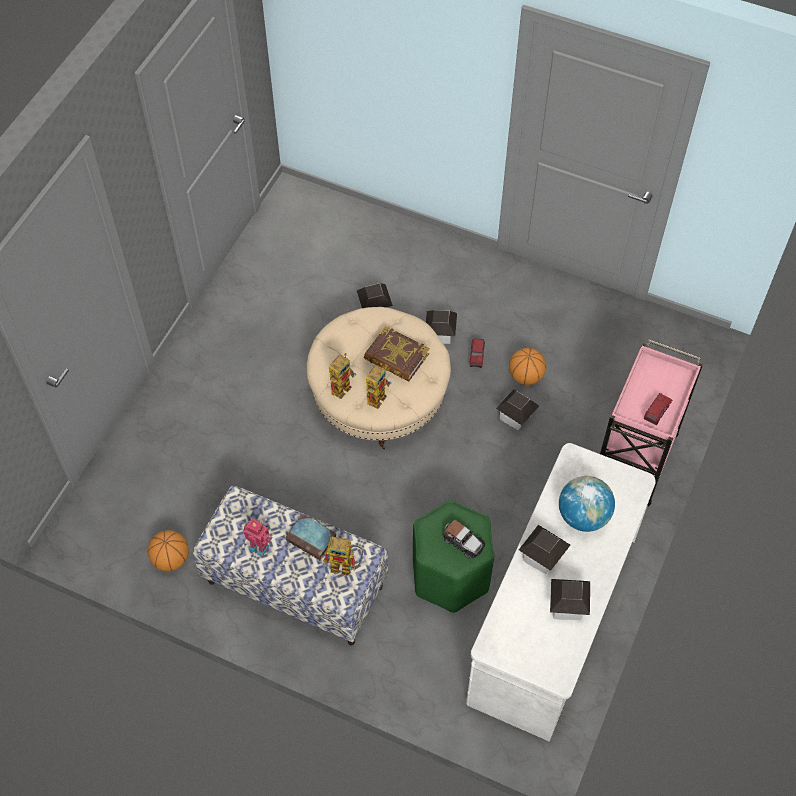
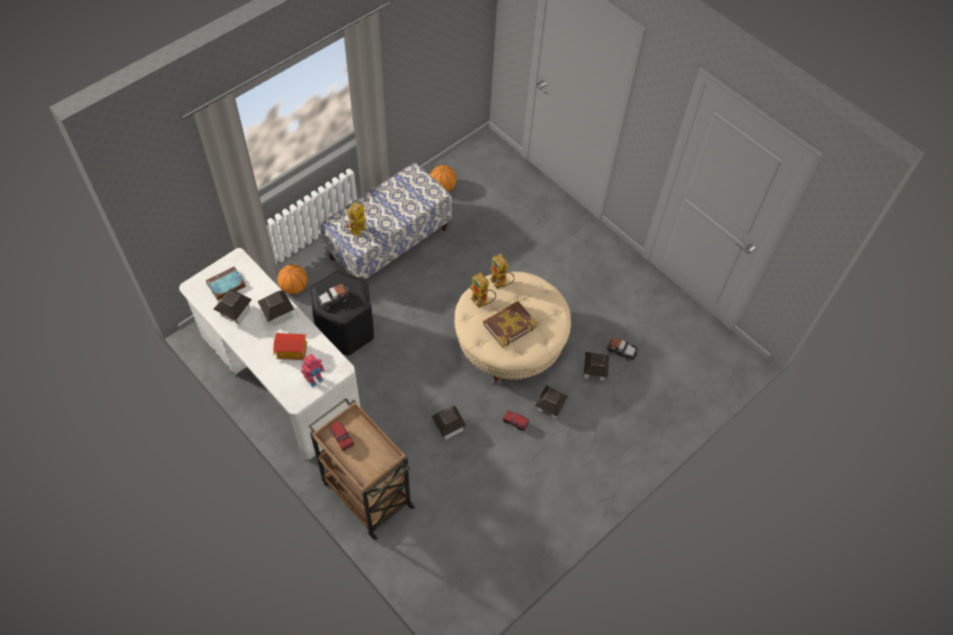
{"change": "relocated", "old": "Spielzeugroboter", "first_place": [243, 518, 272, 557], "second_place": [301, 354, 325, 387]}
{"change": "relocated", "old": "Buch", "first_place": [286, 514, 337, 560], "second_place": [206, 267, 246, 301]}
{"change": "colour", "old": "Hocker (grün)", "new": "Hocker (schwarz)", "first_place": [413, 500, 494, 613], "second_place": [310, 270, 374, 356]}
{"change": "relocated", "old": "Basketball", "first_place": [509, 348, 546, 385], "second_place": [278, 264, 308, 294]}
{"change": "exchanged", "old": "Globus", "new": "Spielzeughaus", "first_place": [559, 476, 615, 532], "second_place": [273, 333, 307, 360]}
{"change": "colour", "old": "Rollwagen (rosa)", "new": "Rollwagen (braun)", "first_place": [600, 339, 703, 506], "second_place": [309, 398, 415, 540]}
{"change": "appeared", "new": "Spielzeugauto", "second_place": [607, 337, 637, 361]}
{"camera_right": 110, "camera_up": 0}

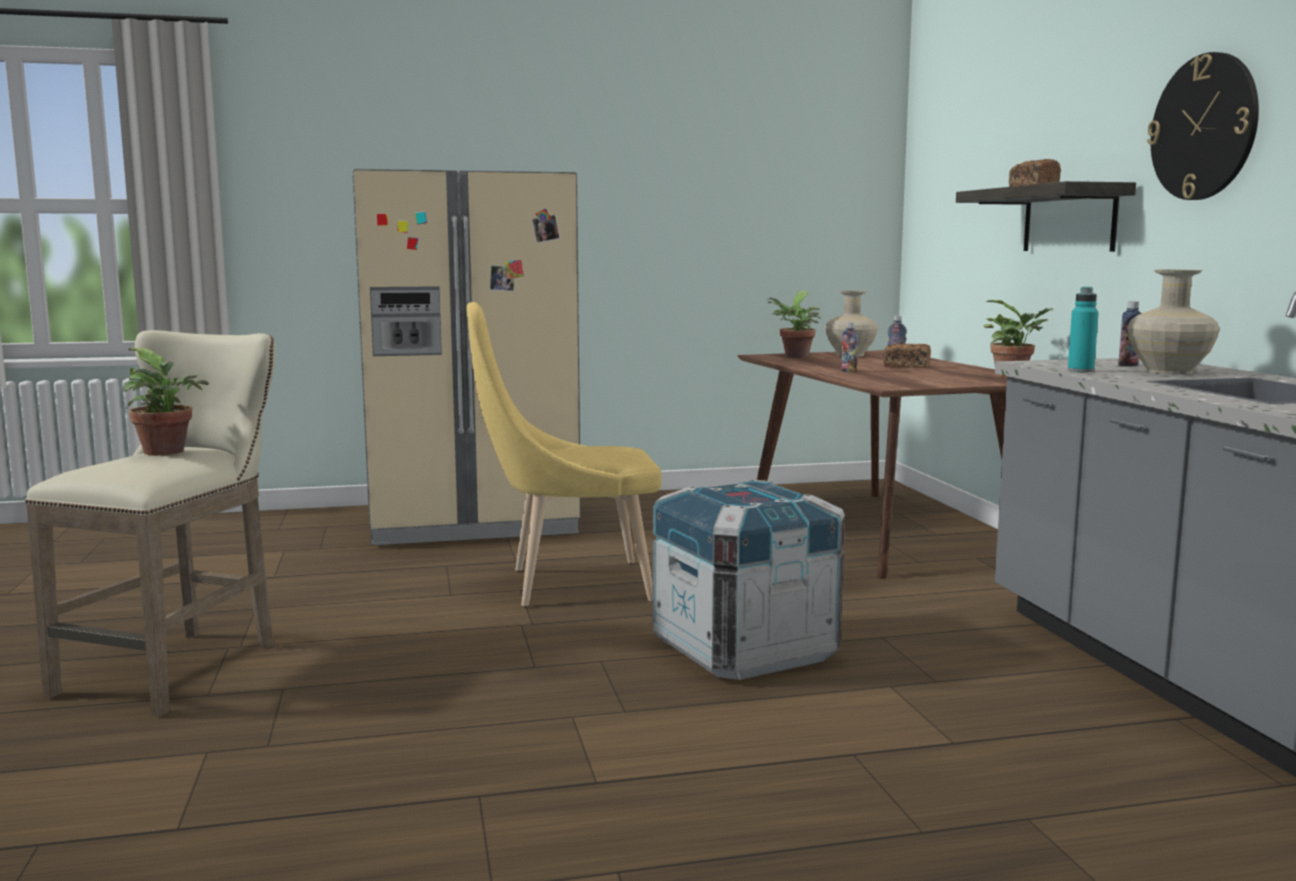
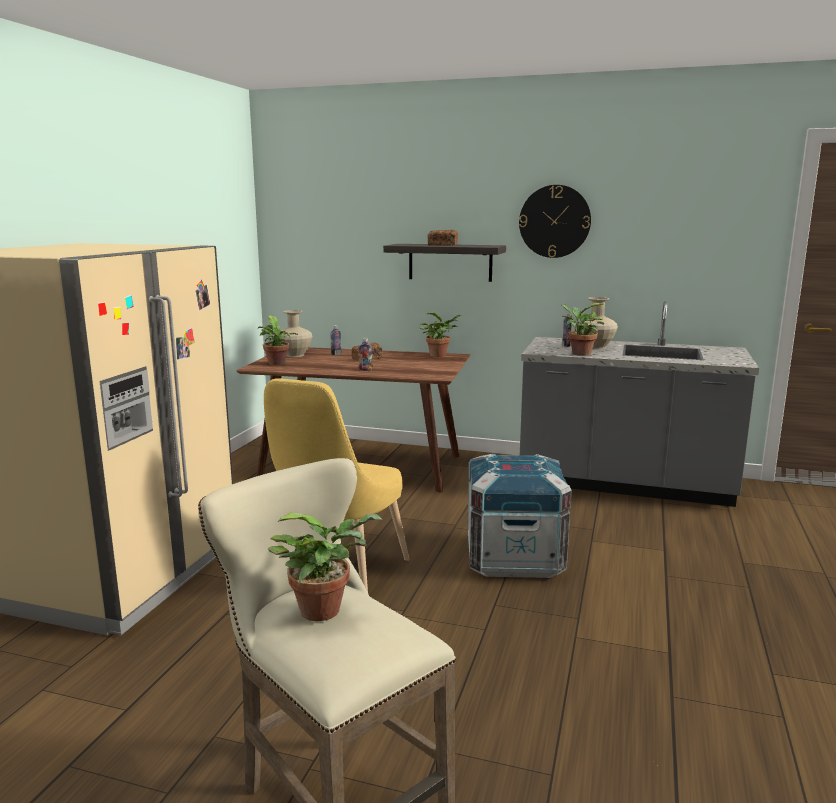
{"change": "exchanged", "old": "Flasche (türkis)", "new": "Topfpflanze", "first_place": [1068, 287, 1099, 372], "second_place": [561, 303, 604, 356]}
{"camera_right": -60, "camera_up": 5}

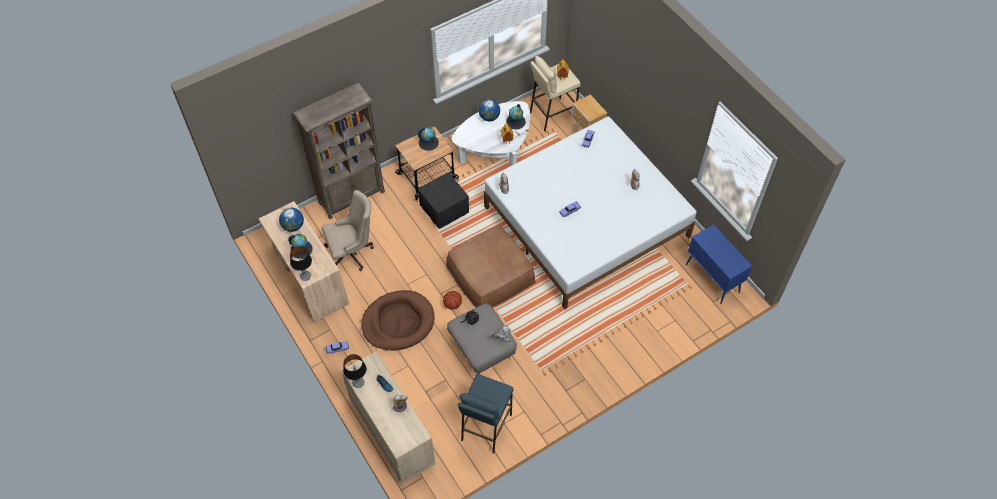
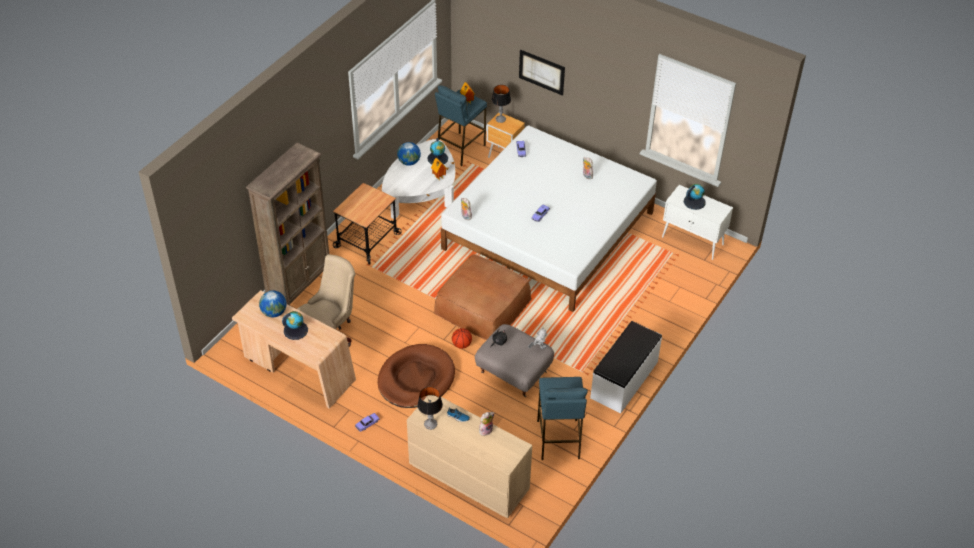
{"change": "relocated", "old": "Tischlampe", "first_place": [290, 246, 312, 281], "second_place": [491, 85, 511, 123]}
{"change": "relocated", "old": "Globus", "first_place": [418, 127, 439, 151], "second_place": [684, 184, 706, 210]}
{"change": "missing", "old": "Polsterhocker (schwarz)", "first_place": [418, 172, 469, 229]}
{"change": "colour", "old": "Hocker (beige)", "new": "Hocker (blau)", "first_place": [530, 56, 580, 132], "second_place": [435, 85, 487, 166]}
{"change": "colour", "old": "Schrank (blau)", "new": "Schrank (weiß)", "first_place": [686, 224, 752, 304], "second_place": [662, 185, 733, 260]}
{"change": "appeared", "new": "Bild", "second_place": [519, 49, 565, 96]}
{"change": "appeared", "new": "Bank (weiß)", "second_place": [590, 321, 662, 414]}
{"camera_right": -25, "camera_up": -10}

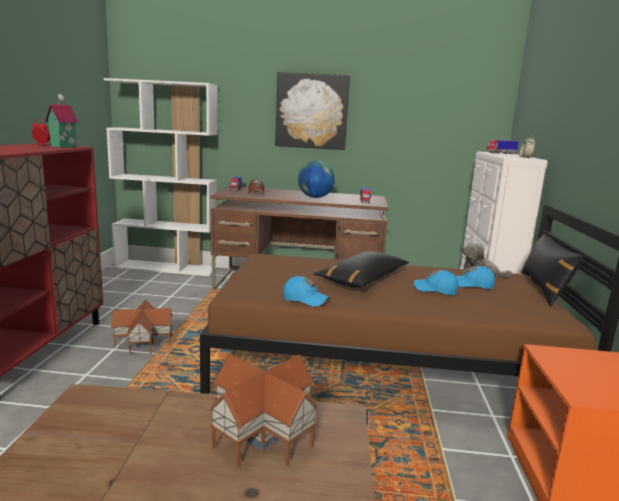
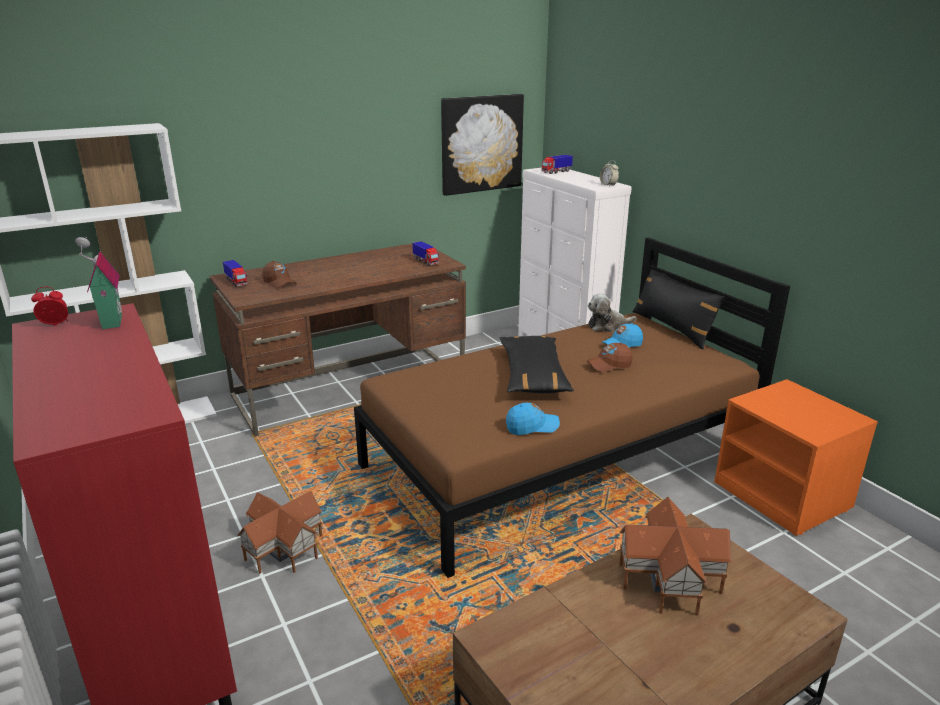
{"change": "relocated", "old": "Bild", "first_place": [275, 72, 350, 150], "second_place": [441, 94, 524, 196]}
{"change": "missing", "old": "Globus", "first_place": [298, 160, 335, 198]}
{"change": "colour", "old": "Kappe (blau)", "new": "Kappe (braun)", "first_place": [414, 270, 459, 295], "second_place": [587, 343, 632, 372]}
{"camera_right": -35, "camera_up": 10}

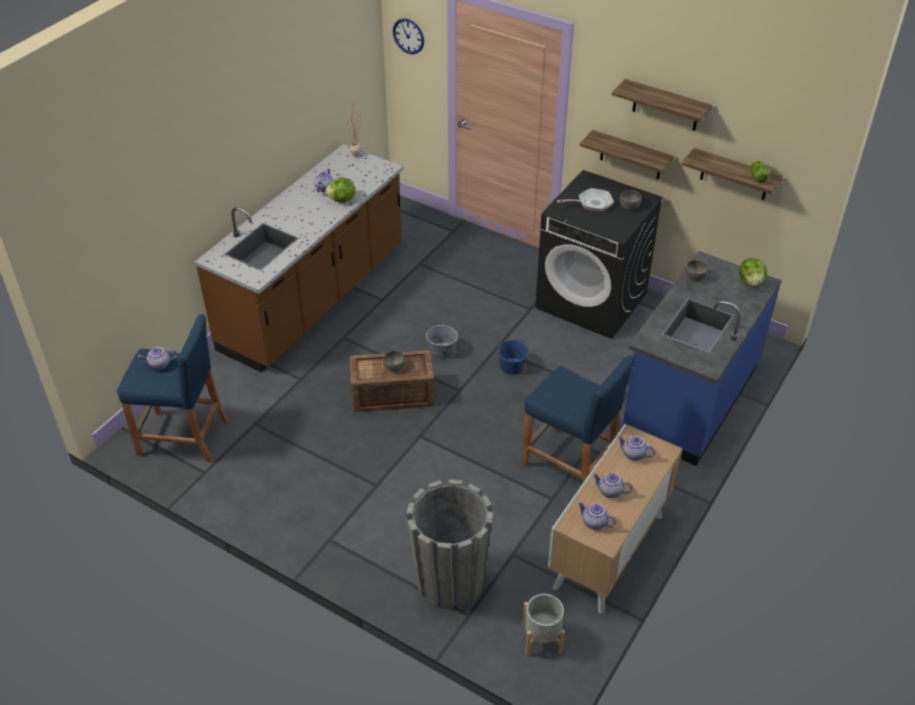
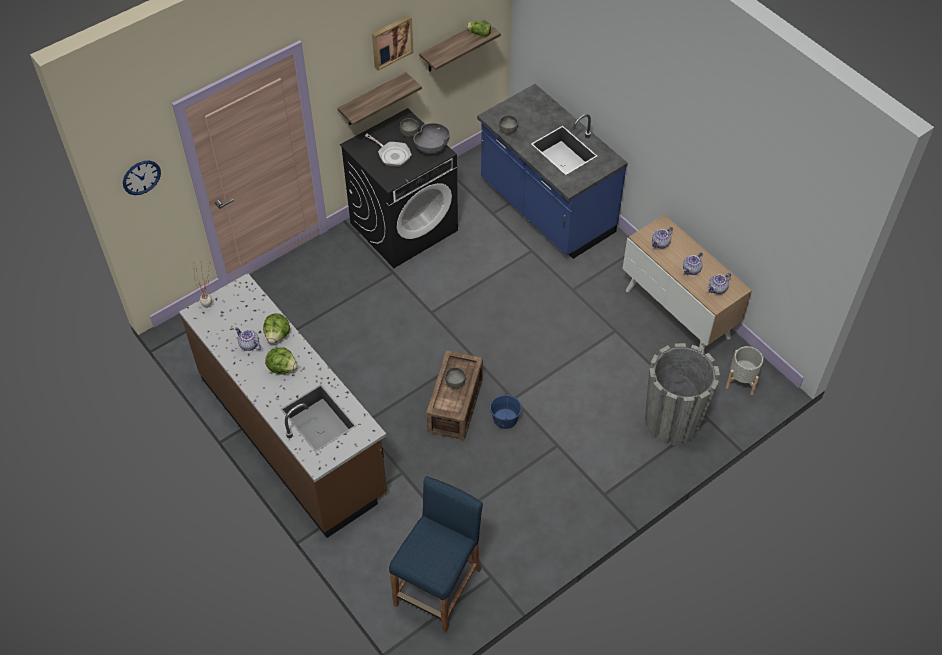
{"change": "missing", "old": "Teekanne", "first_place": [138, 347, 177, 370]}
{"change": "missing", "old": "Eimer (grau)", "first_place": [426, 322, 458, 359]}
{"change": "relocated", "old": "Eimer (blau)", "first_place": [498, 339, 528, 375], "second_place": [490, 394, 522, 429]}
{"change": "missing", "old": "Hocker (blau)", "first_place": [522, 355, 634, 484]}
{"change": "spun", "old": "Pfanne", "first_place": [557, 188, 614, 212], "second_place": [365, 134, 412, 167], "degrees": 120}
{"change": "exchanged", "old": "Wandregal", "new": "Bild", "first_place": [612, 79, 712, 131], "second_place": [372, 15, 414, 71]}
{"change": "relocated", "old": "Salatkopf", "first_place": [739, 258, 767, 286], "second_place": [265, 347, 297, 375]}
{"change": "appeared", "new": "Schüssel (grau)", "second_place": [413, 123, 450, 154]}
{"camera_right": -70, "camera_up": 10}

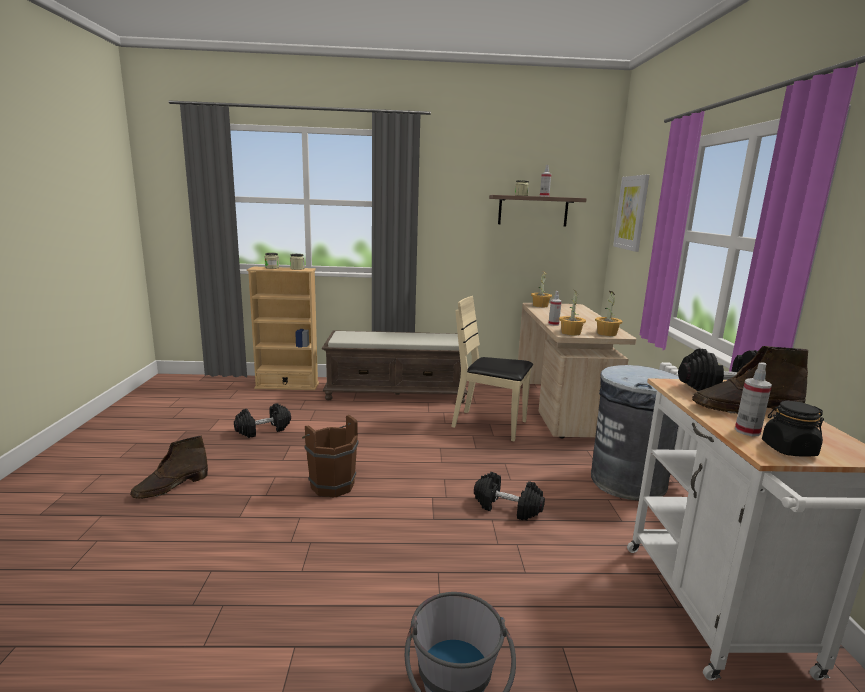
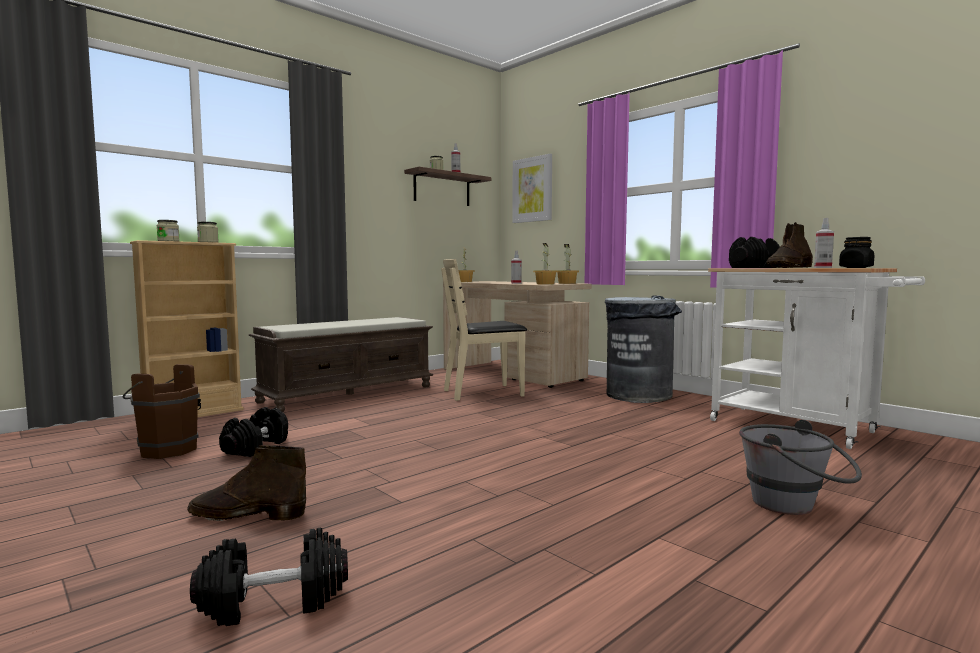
{"change": "spun", "old": "Stiefel (braun)", "first_place": [130, 436, 208, 499], "second_place": [187, 445, 306, 521], "degrees": 90}
{"change": "relocated", "old": "Eimer (braun)", "first_place": [302, 415, 359, 498], "second_place": [123, 364, 200, 459]}
{"change": "relocated", "old": "Hantel (schwarz)", "first_place": [474, 472, 545, 520], "second_place": [190, 528, 348, 626]}
{"camera_right": -40, "camera_up": -10}

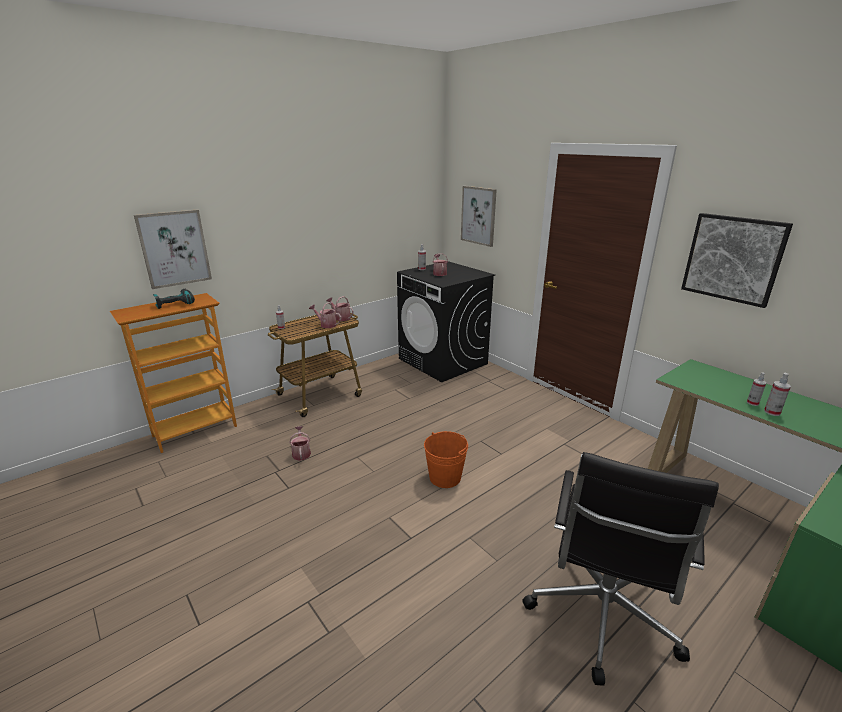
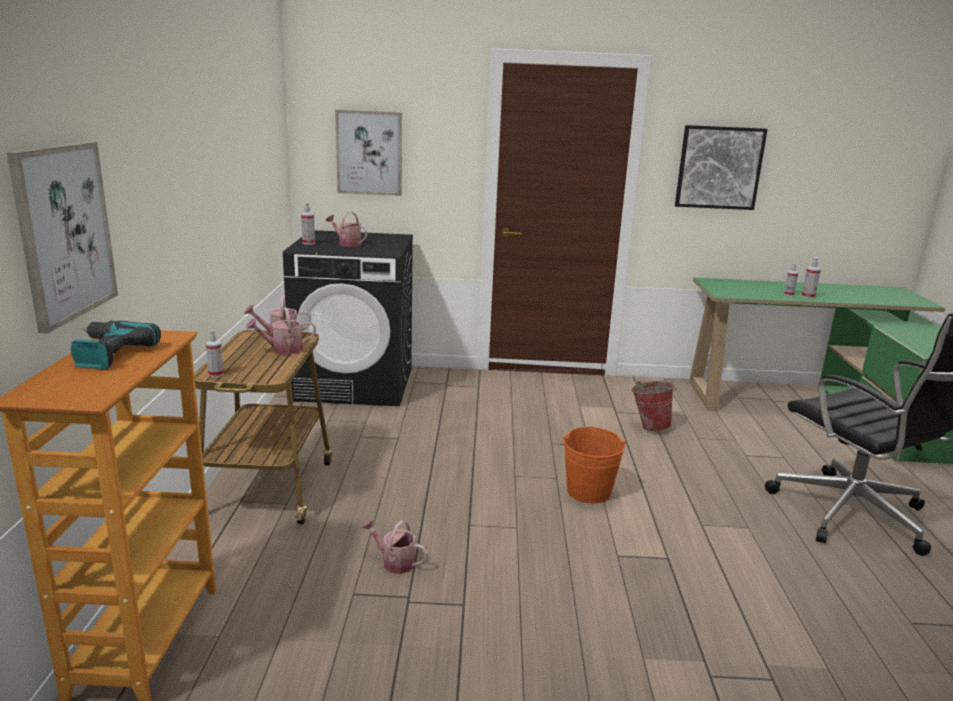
{"change": "appeared", "new": "Eimer", "second_place": [632, 381, 677, 431]}
{"camera_right": -50, "camera_up": -5}

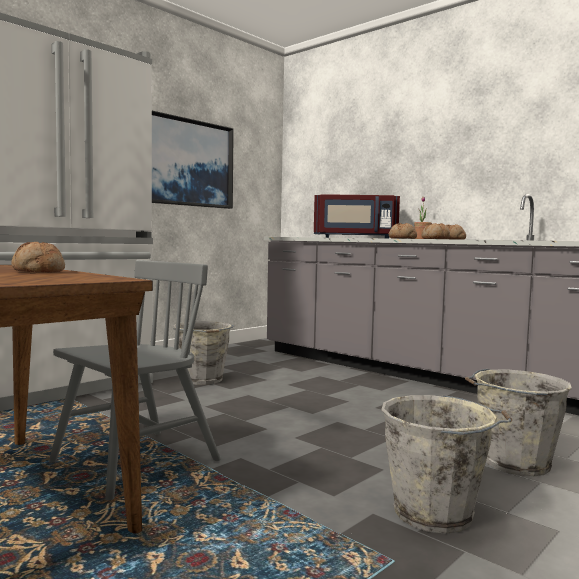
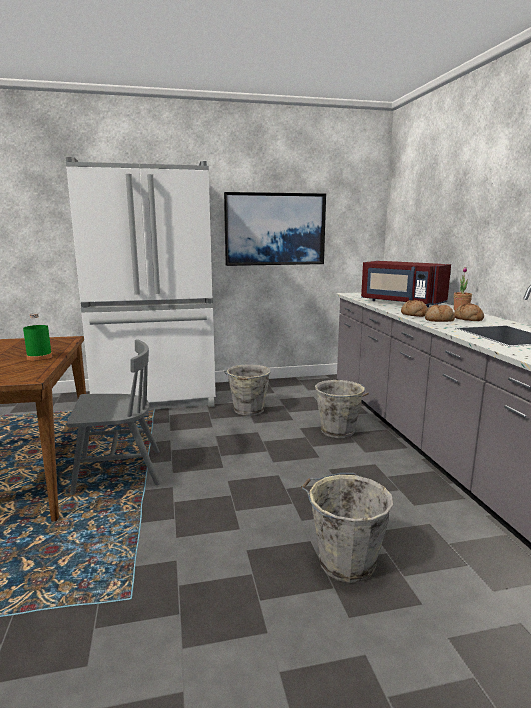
{"change": "exchanged", "old": "Brot", "new": "Flasche (grün)", "first_place": [11, 242, 65, 273], "second_place": [23, 313, 52, 361]}
{"change": "relocated", "old": "Eimer (grau)", "first_place": [381, 395, 512, 534], "second_place": [315, 380, 369, 438]}
{"camera_right": 35, "camera_up": 10}

